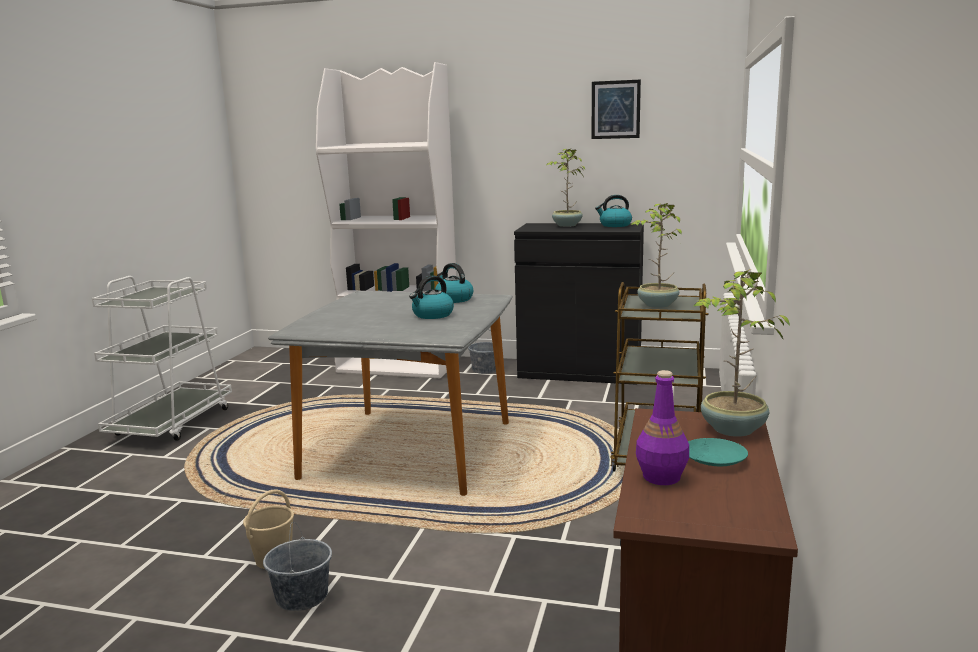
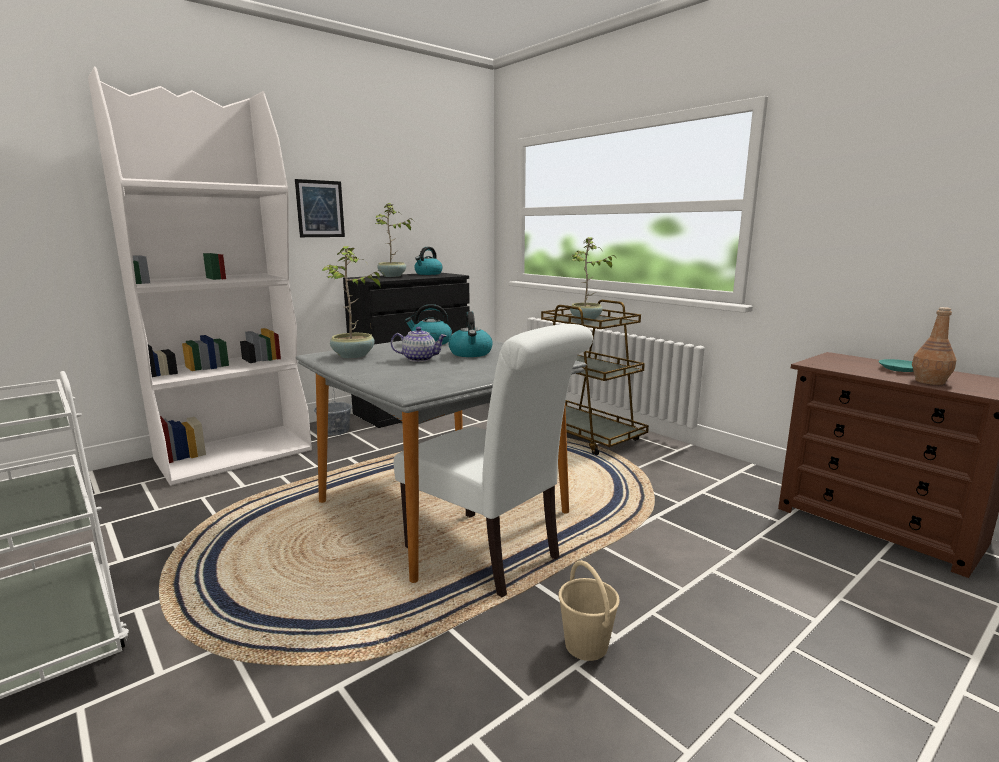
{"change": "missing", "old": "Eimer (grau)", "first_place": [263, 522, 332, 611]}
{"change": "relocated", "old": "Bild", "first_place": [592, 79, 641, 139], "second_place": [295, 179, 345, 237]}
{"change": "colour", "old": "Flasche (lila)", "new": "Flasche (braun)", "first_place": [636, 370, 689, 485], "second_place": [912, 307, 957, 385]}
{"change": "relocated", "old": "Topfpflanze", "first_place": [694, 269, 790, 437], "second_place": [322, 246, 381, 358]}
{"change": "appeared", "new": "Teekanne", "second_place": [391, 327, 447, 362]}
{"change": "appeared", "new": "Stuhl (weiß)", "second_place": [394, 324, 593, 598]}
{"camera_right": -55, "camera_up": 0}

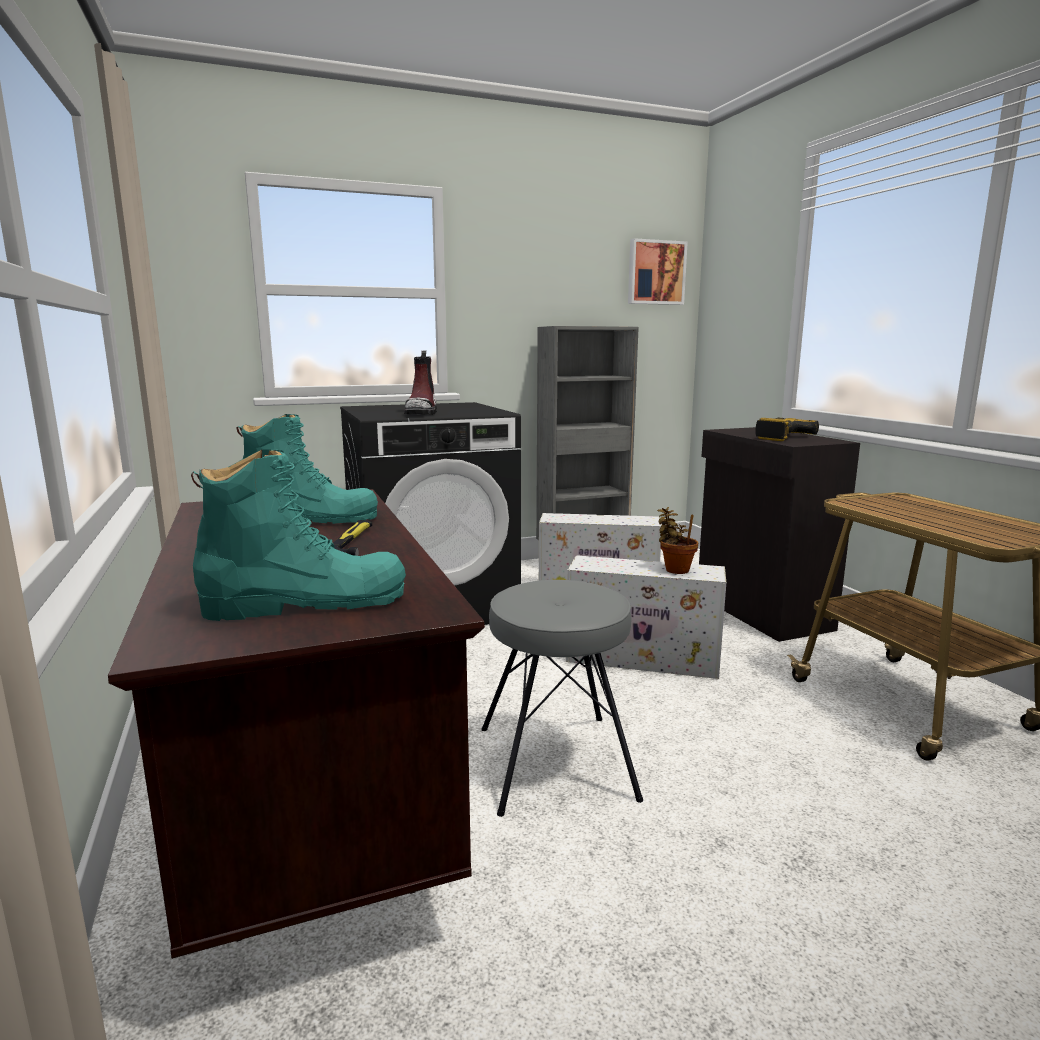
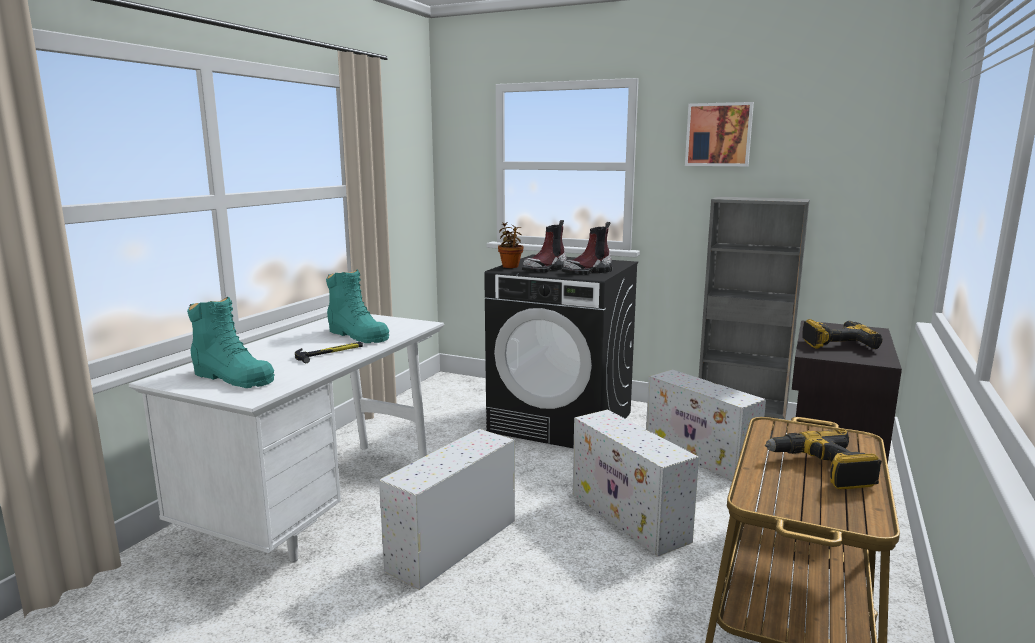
{"change": "colour", "old": "Schreibtisch (braun)", "new": "Schreibtisch (weiß)", "first_place": [108, 489, 485, 959], "second_place": [129, 314, 444, 562]}
{"change": "exchanged", "old": "Hocker (grau)", "new": "Aufbewahrungsbox (weiß)", "first_place": [481, 580, 643, 817], "second_place": [379, 429, 515, 590]}
{"change": "relocated", "old": "Bild", "first_place": [628, 238, 688, 305], "second_place": [685, 102, 754, 166]}
{"change": "relocated", "old": "Topfpflanze", "first_place": [657, 507, 698, 574], "second_place": [498, 222, 524, 268]}
{"change": "appeared", "new": "Stiefel", "second_place": [562, 222, 613, 275]}
{"change": "appeared", "new": "Bohrmaschine", "second_place": [765, 429, 882, 489]}
{"camera_right": 45, "camera_up": 0}

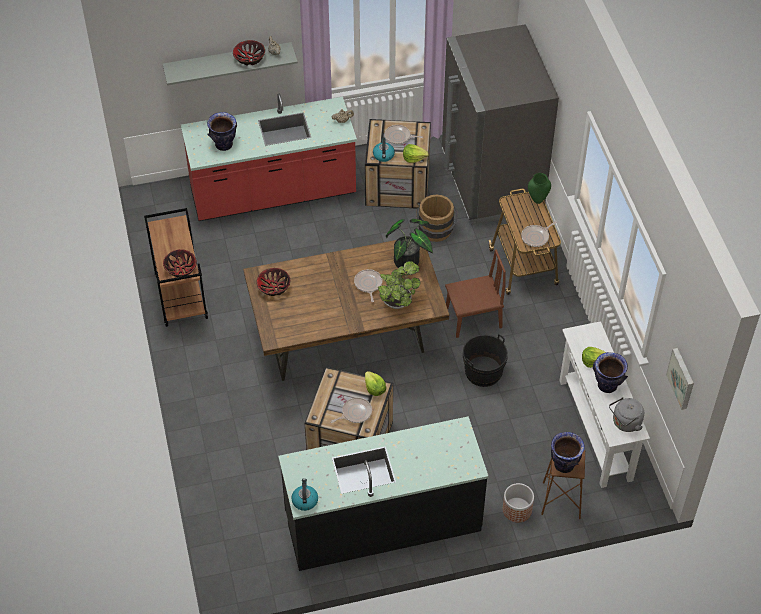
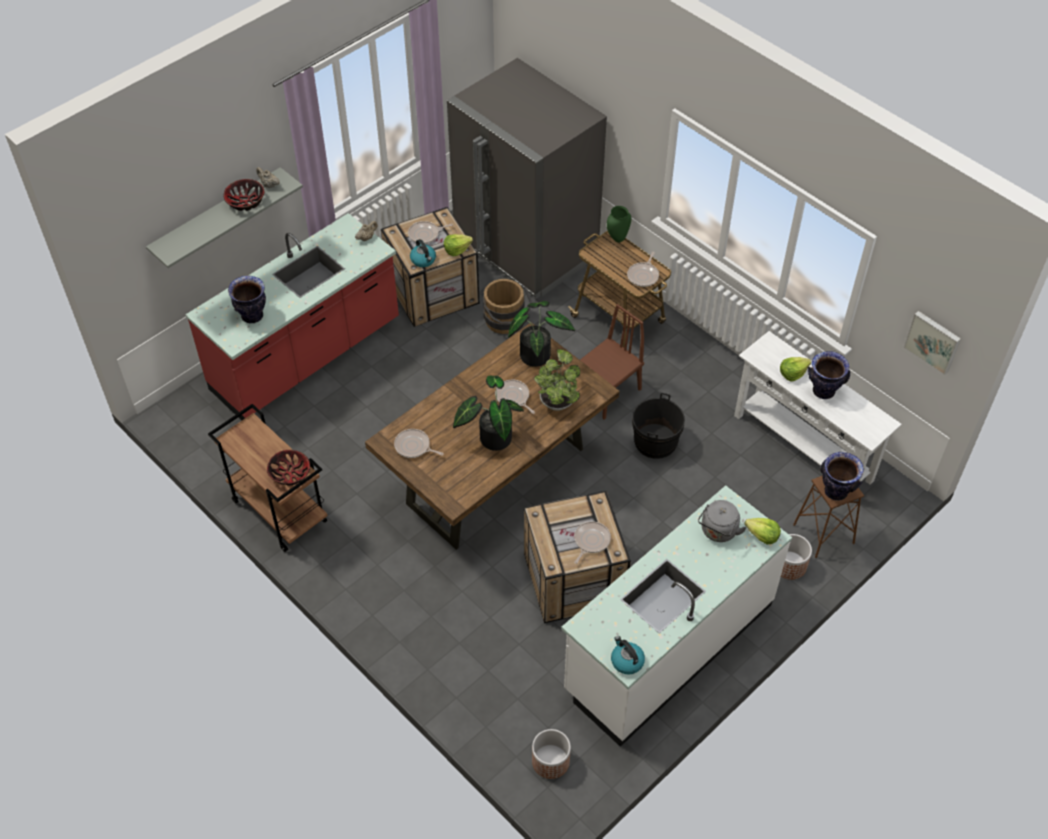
{"change": "exchanged", "old": "Schüssel", "new": "Pfanne", "first_place": [256, 268, 290, 296], "second_place": [394, 429, 444, 458]}
{"change": "colour", "old": "Küchenzeile (schwarz)", "new": "Küchenzeile (weiß)", "first_place": [278, 416, 489, 571], "second_place": [561, 485, 792, 747]}
{"change": "relocated", "old": "Salatkopf", "first_place": [365, 371, 386, 396], "second_place": [744, 518, 781, 544]}
{"change": "relocated", "old": "Wasserkessel (grau)", "first_place": [609, 397, 644, 432], "second_place": [698, 500, 747, 542]}
{"change": "appeared", "new": "Topfpflanze", "second_place": [453, 376, 524, 451]}
{"change": "appeared", "new": "Pflanzkübel", "second_place": [532, 729, 571, 779]}
{"camera_right": -30, "camera_up": 0}

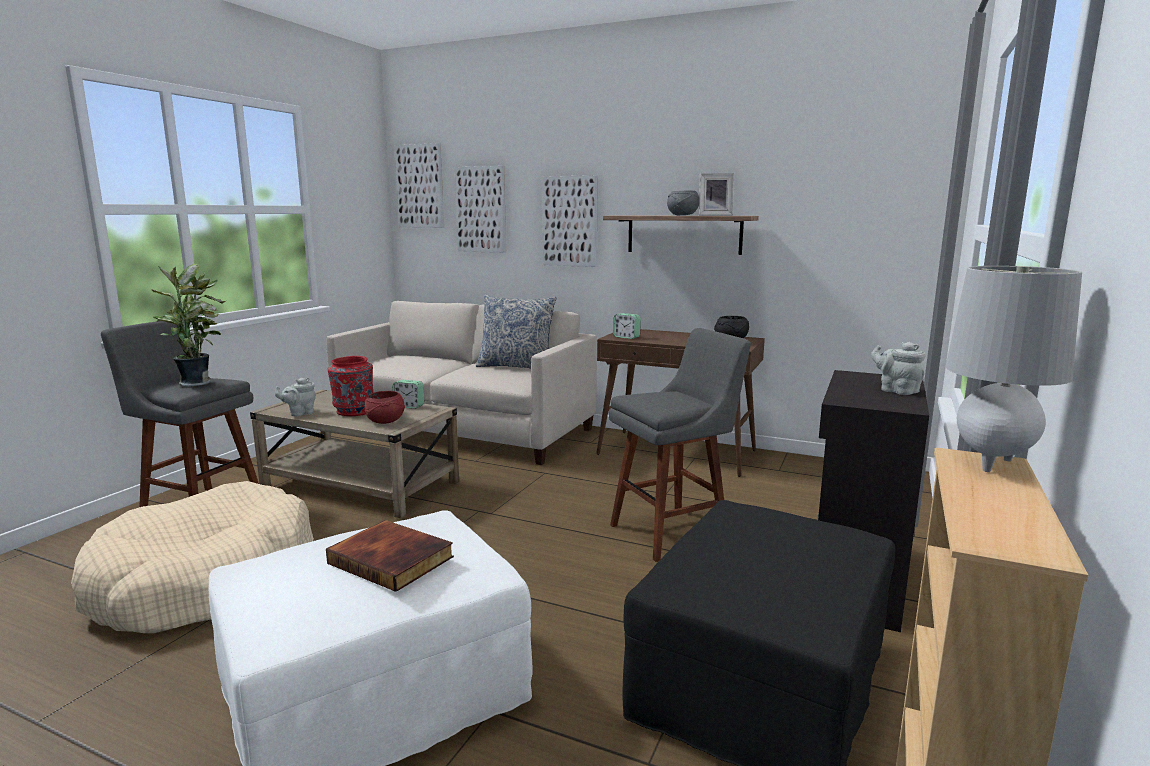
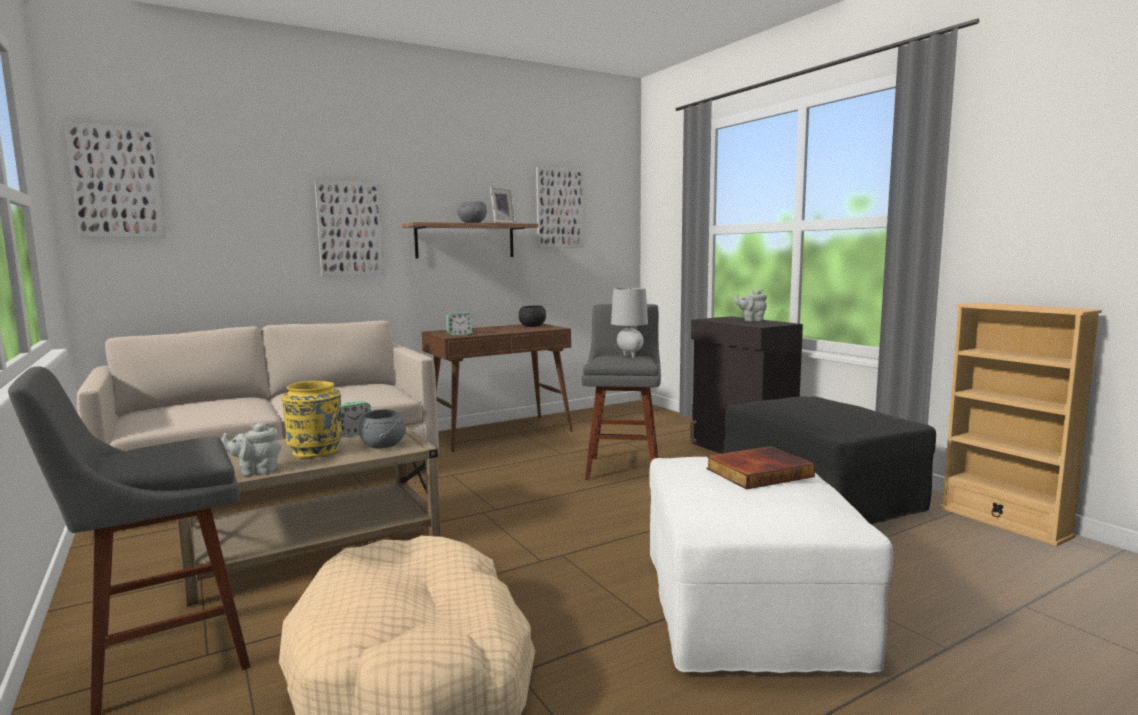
{"change": "missing", "old": "Topfpflanze", "first_place": [151, 263, 226, 387]}
{"change": "spun", "old": "Teekanne (grau)", "first_place": [275, 378, 316, 416], "second_place": [221, 422, 281, 476], "degrees": 75}
{"change": "colour", "old": "Vase (rot)", "new": "Vase (gelb)", "first_place": [328, 356, 373, 416], "second_place": [281, 381, 342, 458]}
{"change": "colour", "old": "Schüssel (rot)", "new": "Schüssel (grau)", "first_place": [365, 391, 405, 424], "second_place": [358, 409, 406, 449]}
{"change": "relocated", "old": "Bild", "first_place": [455, 166, 506, 253], "second_place": [536, 167, 583, 248]}
{"change": "missing", "old": "Kissen", "first_place": [476, 295, 556, 368]}
{"change": "relocated", "old": "Tischlampe (grau)", "first_place": [945, 266, 1082, 472], "second_place": [611, 288, 648, 358]}
{"camera_right": -55, "camera_up": -5}

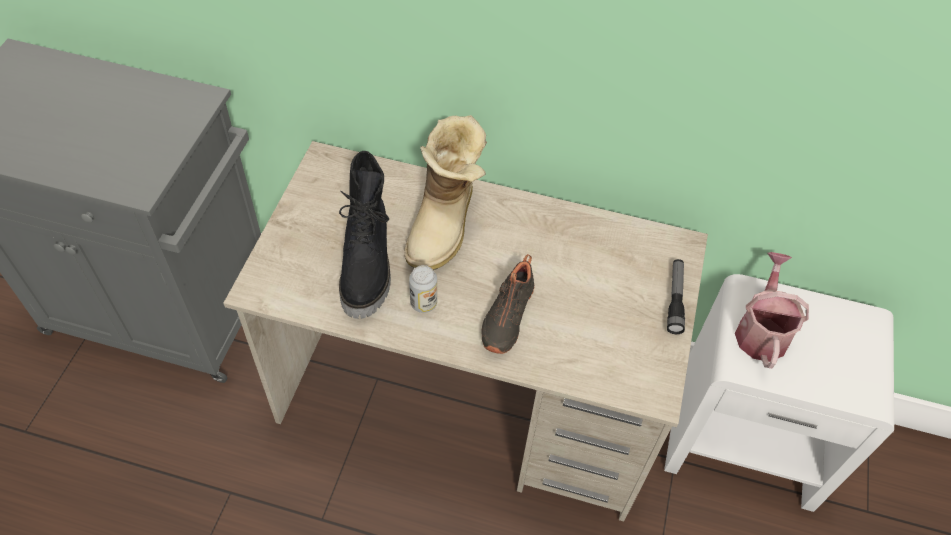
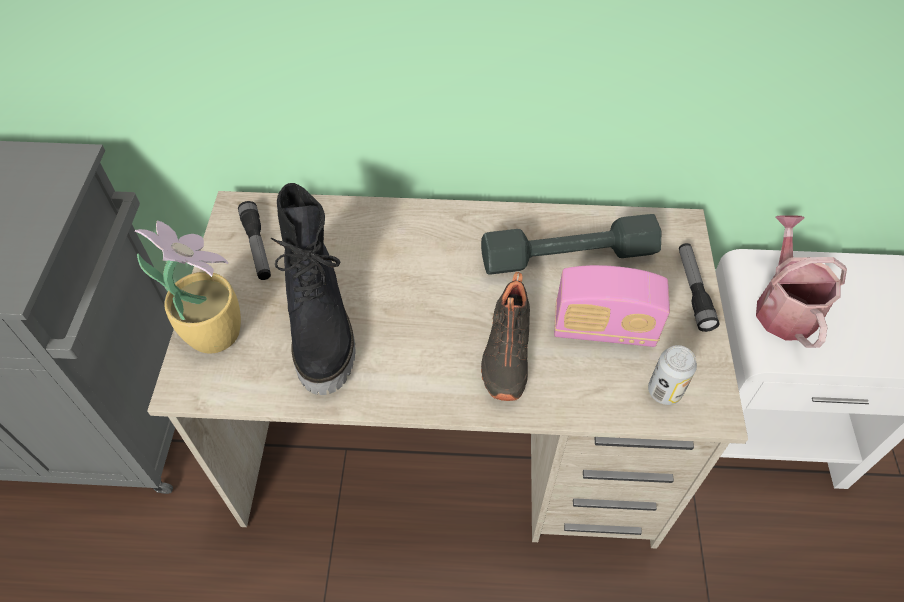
{"change": "missing", "old": "Stiefel", "first_place": [404, 115, 487, 271]}
{"change": "relocated", "old": "Dose", "first_place": [409, 265, 437, 313], "second_place": [648, 345, 697, 405]}
{"change": "appeared", "new": "Topfpflanze", "second_place": [135, 220, 241, 354]}
{"change": "appeared", "new": "Taschenlampe", "second_place": [238, 201, 271, 280]}
{"change": "appeared", "new": "Hantel (grau)", "second_place": [481, 214, 661, 275]}
{"change": "appeared", "new": "Radio", "second_place": [554, 265, 670, 347]}
{"camera_right": -10, "camera_up": 0}

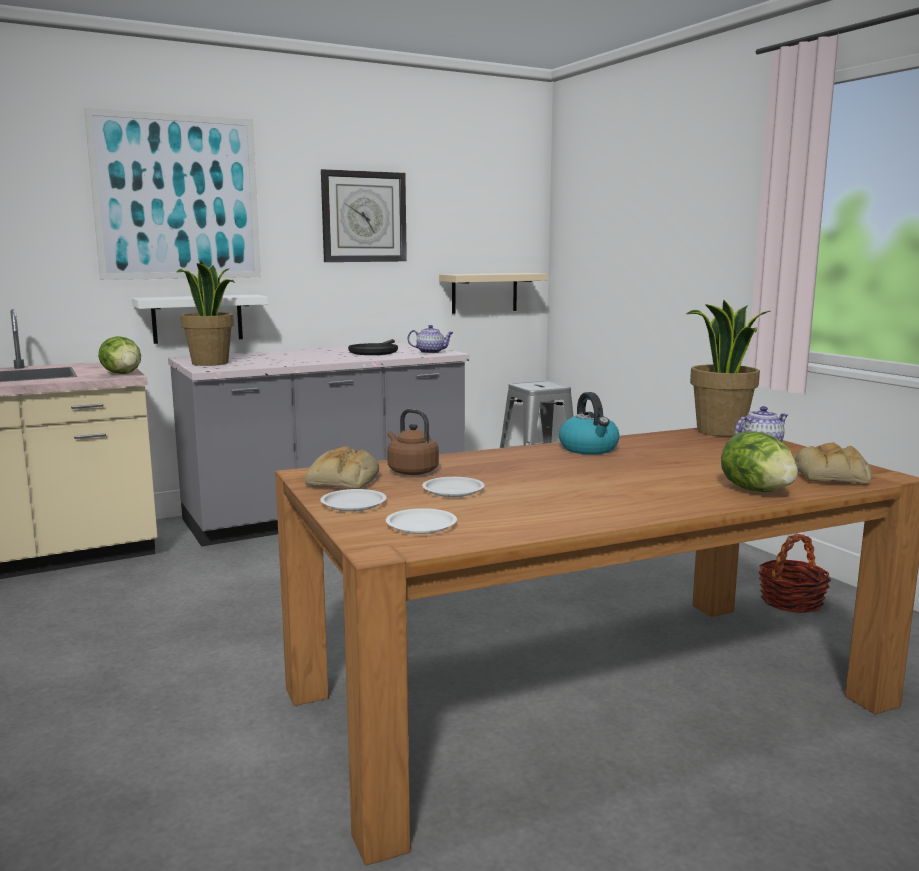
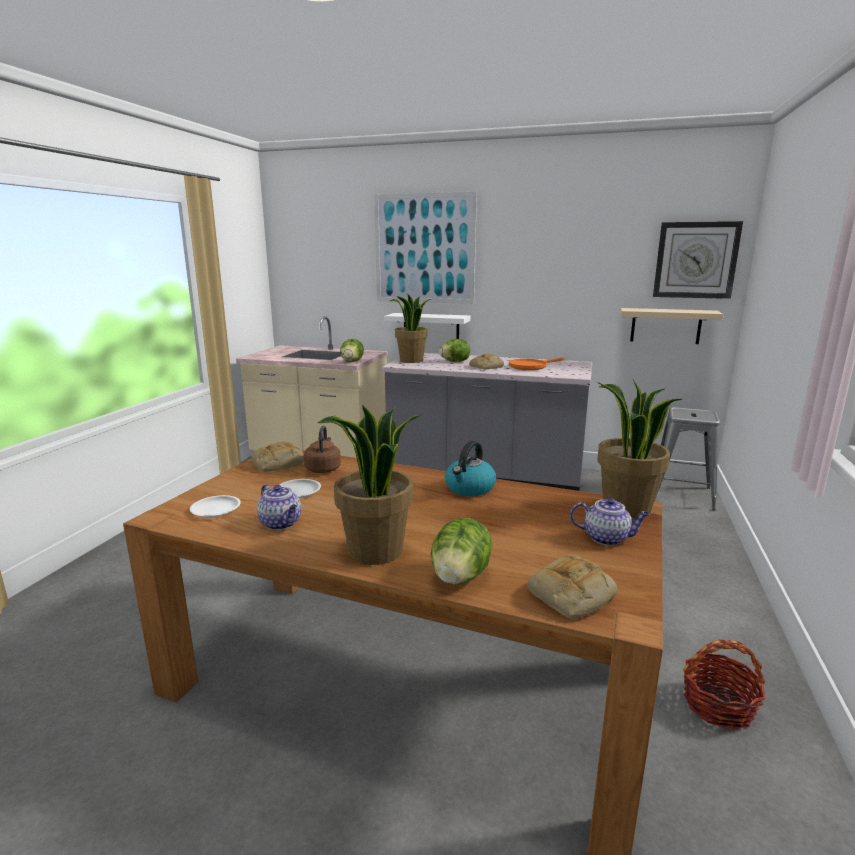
{"change": "missing", "old": "Teller (weiß)", "first_place": [320, 489, 387, 511]}
{"change": "relocated", "old": "Wanduhr", "first_place": [321, 169, 407, 262], "second_place": [653, 221, 743, 299]}
{"change": "colour", "old": "Pfanne (schwarz)", "new": "Pfanne (orange)", "first_place": [348, 339, 398, 355], "second_place": [509, 357, 565, 370]}
{"change": "relocated", "old": "Teekanne", "first_place": [407, 325, 453, 354], "second_place": [257, 484, 301, 530]}
{"change": "appeared", "new": "Topfpflanze", "second_place": [318, 405, 421, 565]}
{"change": "appeared", "new": "Salatkopf", "second_place": [439, 339, 470, 362]}
{"change": "appeared", "new": "Brot", "second_place": [469, 353, 504, 369]}
{"camera_right": 45, "camera_up": 5}

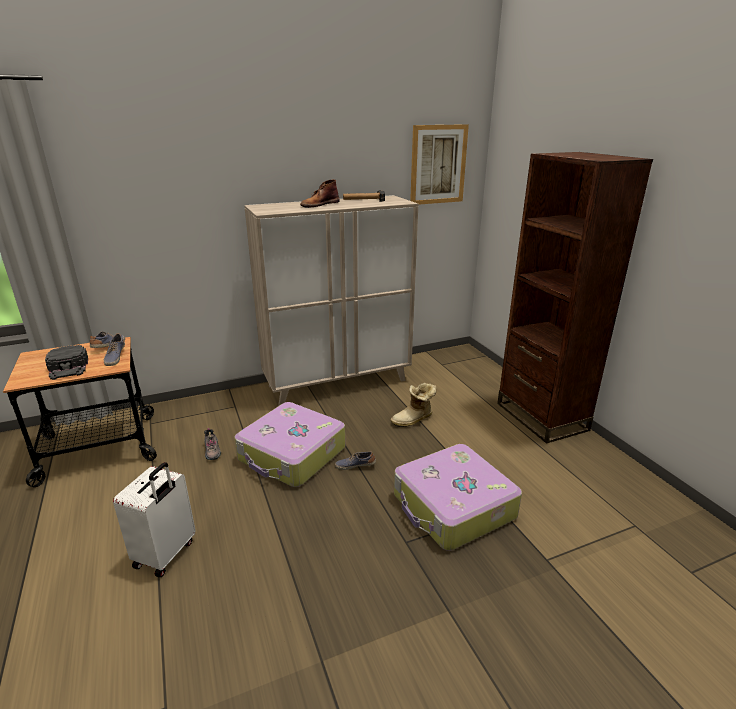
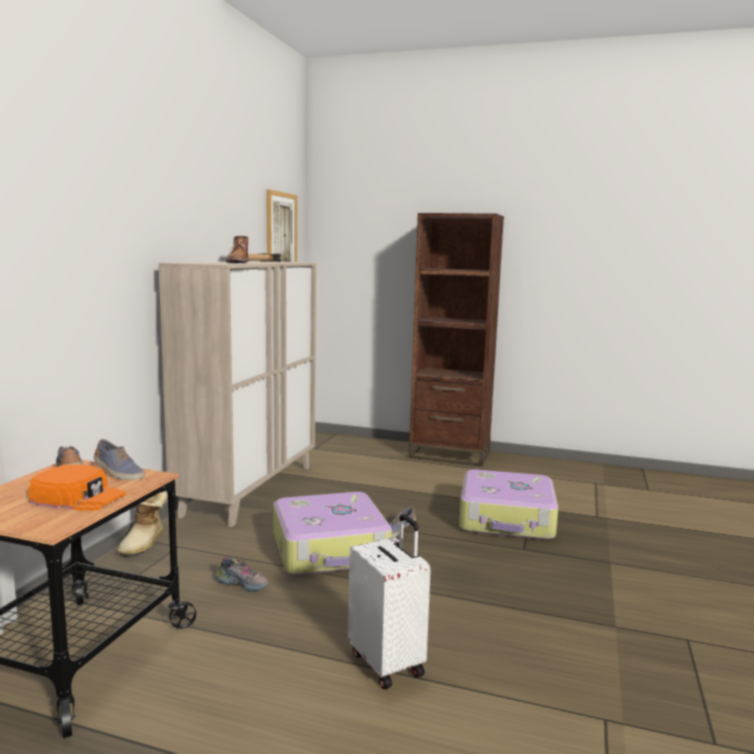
{"change": "colour", "old": "Kappe (schwarz)", "new": "Kappe (orange)", "first_place": [45, 345, 88, 380], "second_place": [28, 464, 126, 511]}
{"change": "relocated", "old": "Stiefel", "first_place": [390, 383, 436, 427], "second_place": [117, 491, 167, 558]}
{"camera_right": -50, "camera_up": -15}

